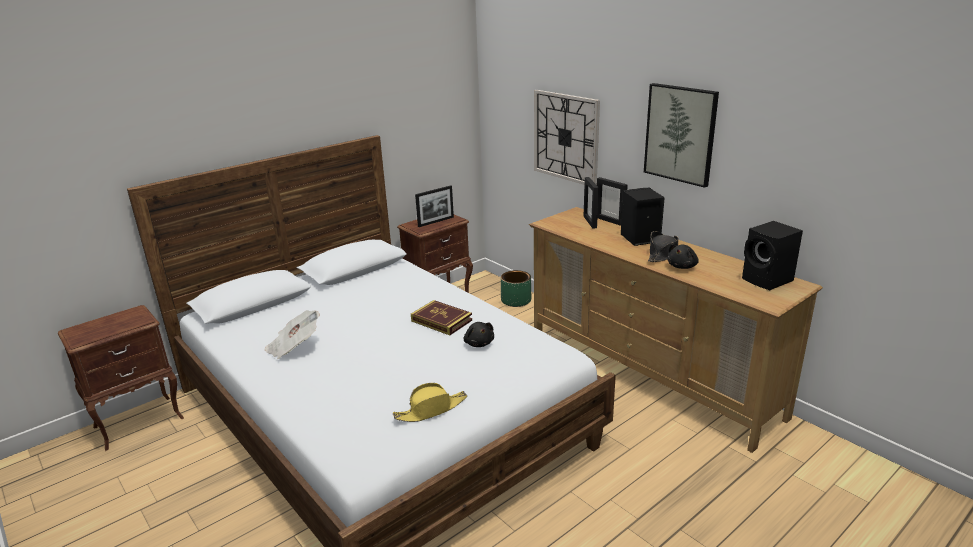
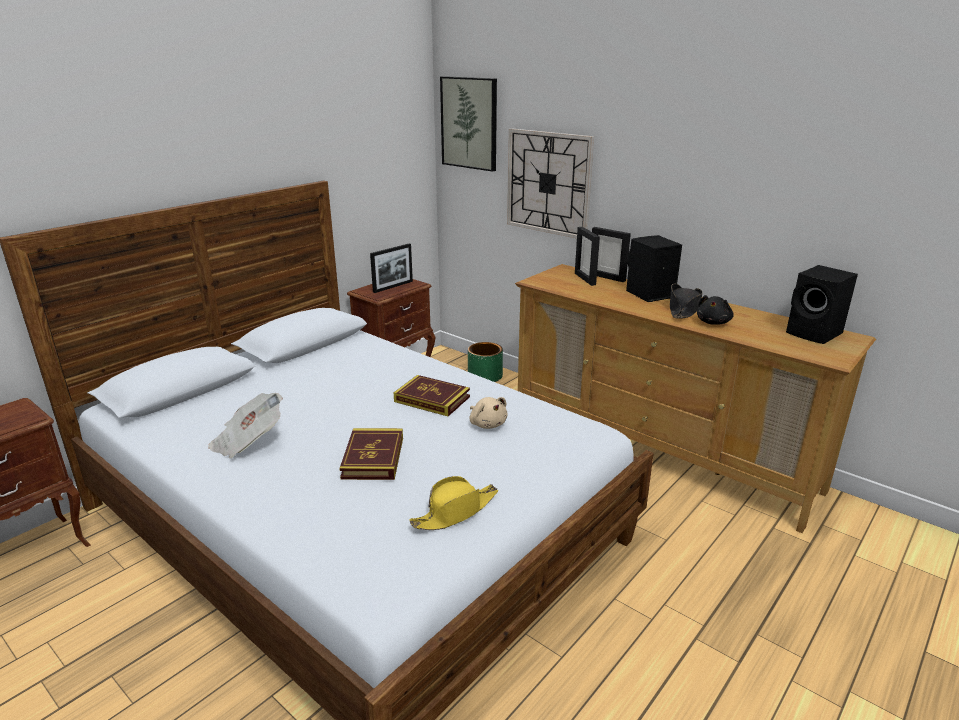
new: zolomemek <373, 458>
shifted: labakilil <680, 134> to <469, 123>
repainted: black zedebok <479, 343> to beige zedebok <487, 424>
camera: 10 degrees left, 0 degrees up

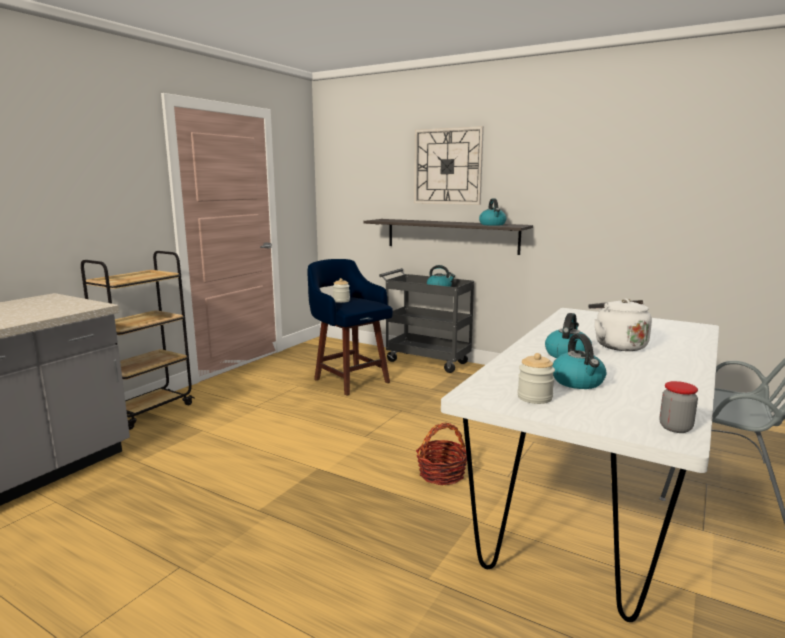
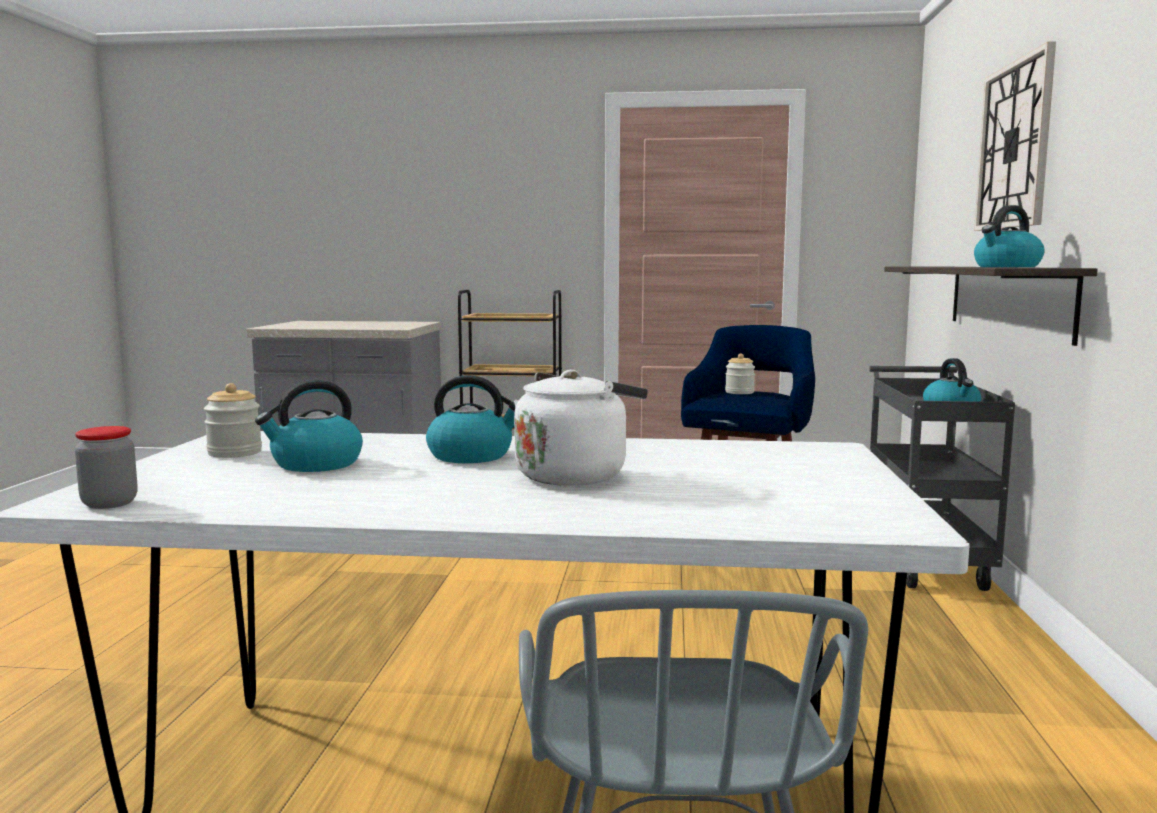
gone: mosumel <441, 474>
camera: 65 degrees right, 5 degrees down

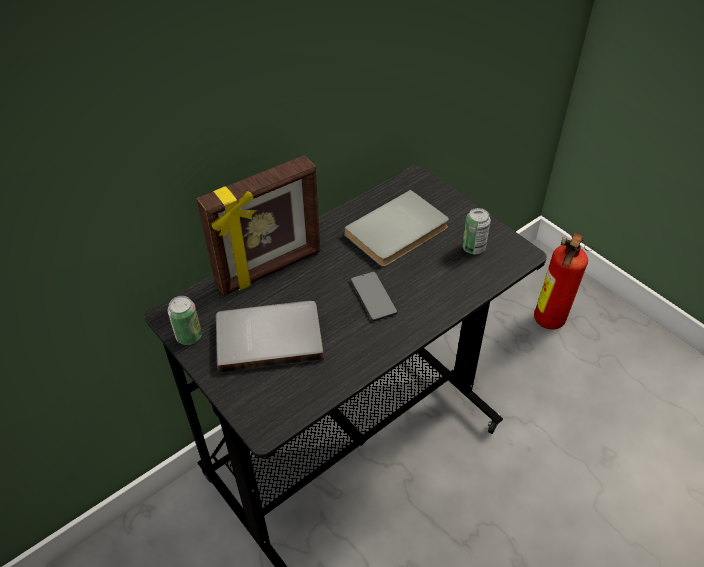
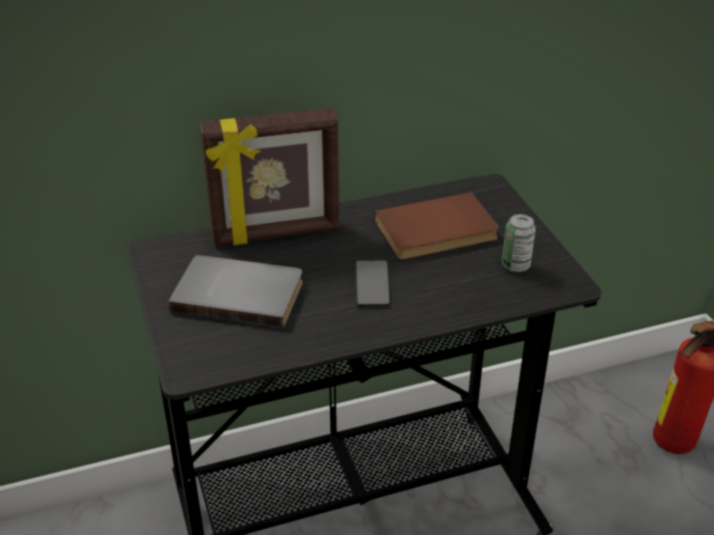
gone: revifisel <189, 336>
repainted: grey zolomemek <399, 232> to brown zolomemek <437, 232>
camera: 20 degrees right, 10 degrees down

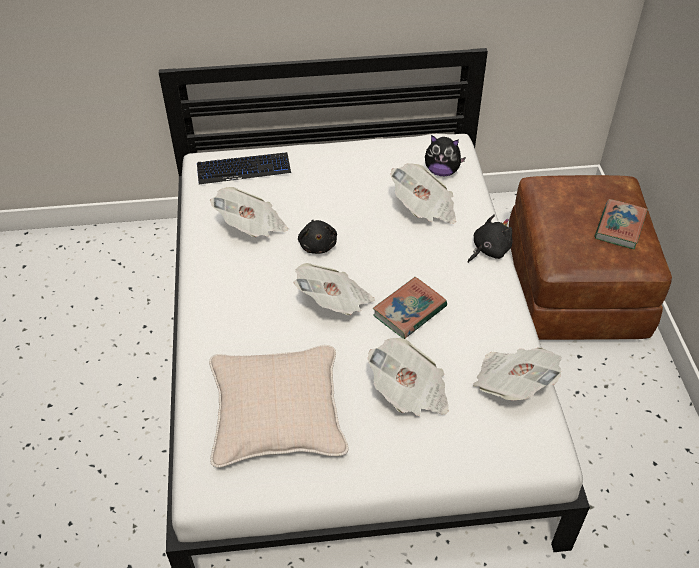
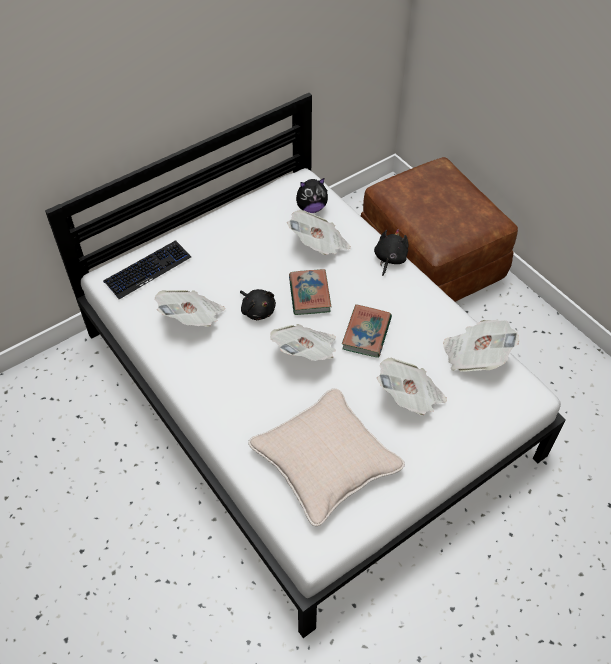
shifted: zolomemek <619, 227> to <309, 294>
camera: 30 degrees left, 5 degrees up

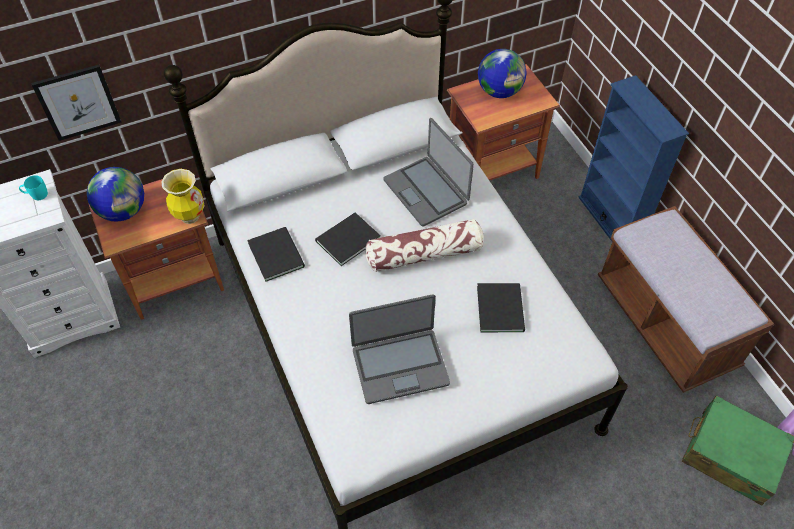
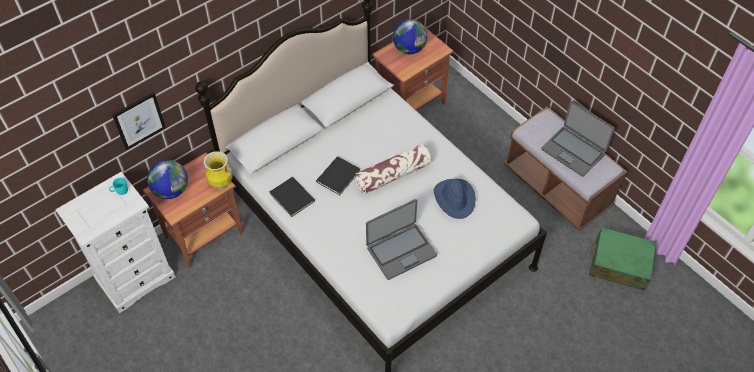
gone: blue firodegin <610, 220>
shifted: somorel <426, 191> to <573, 151>
swapped: black zolomemek <501, 307> to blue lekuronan <455, 199>
camera: 15 degrees left, 0 degrees up

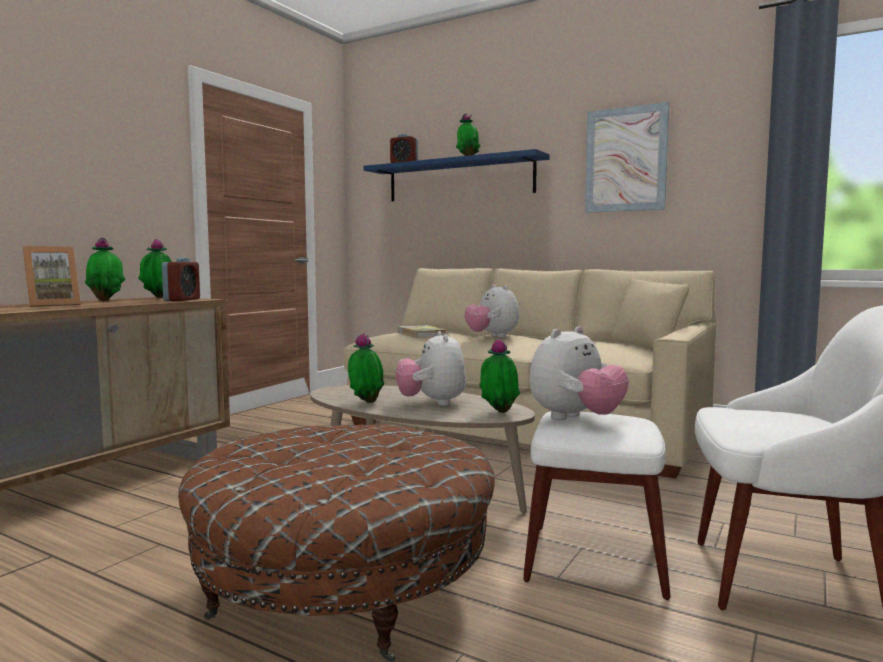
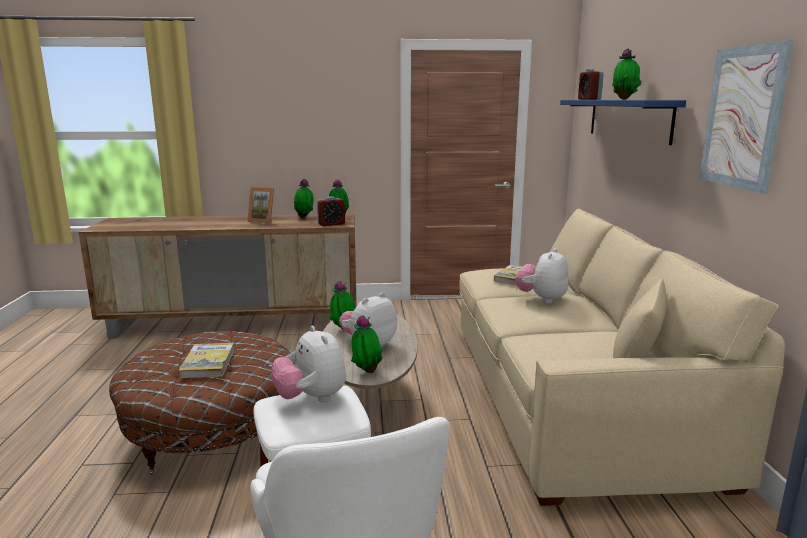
new: zolomemek <208, 363>
rotated: zedebok <575, 419> = <311, 398> 45 degrees clockwise
camera: 55 degrees right, 10 degrees up

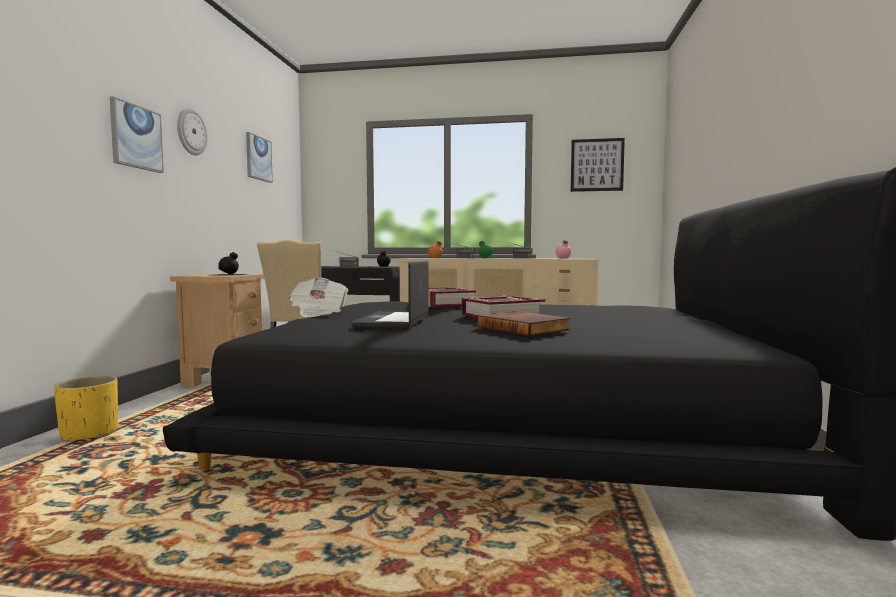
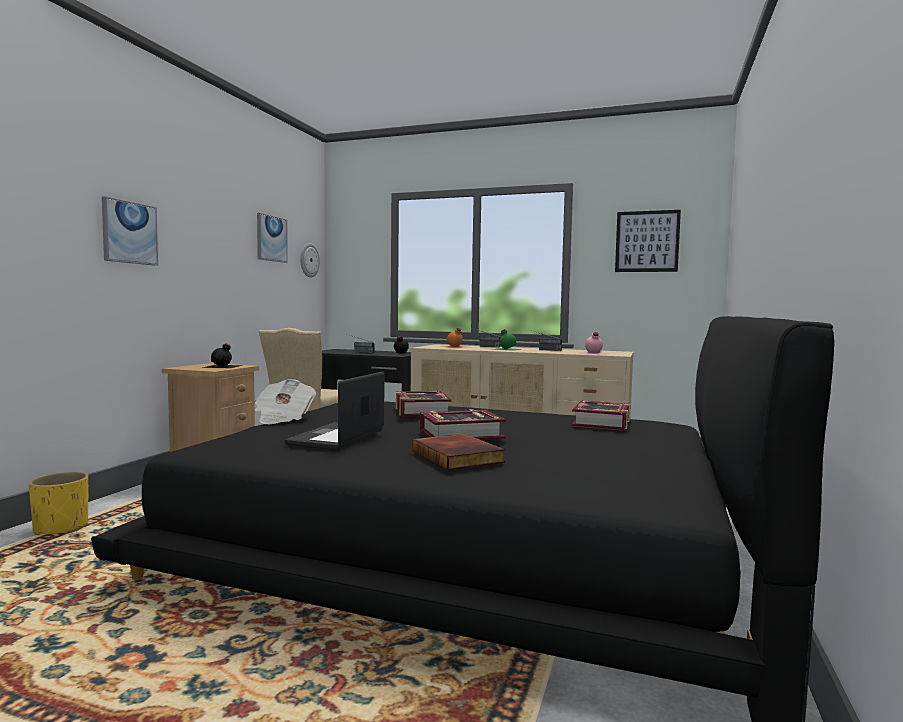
new: zolomemek <602, 423>
shifted: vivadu <191, 132> to <309, 260>
camera: 10 degrees right, 0 degrees up

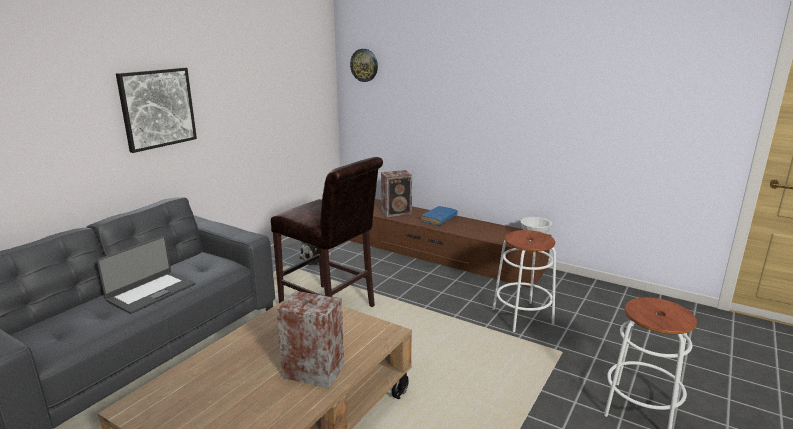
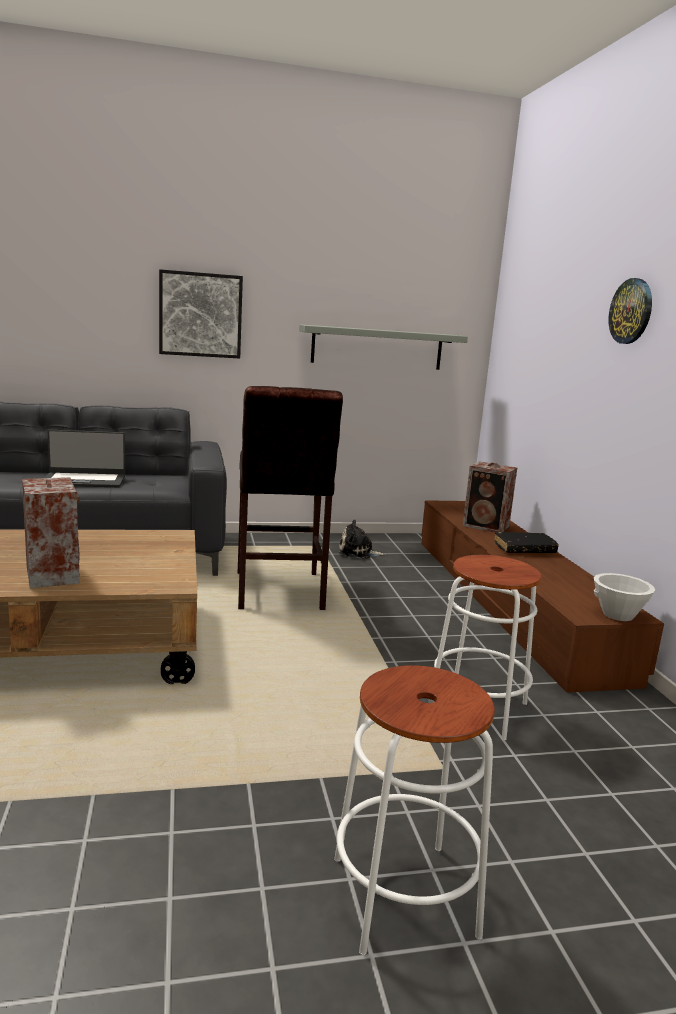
new: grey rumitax <377, 348>
shifted: vivadu <364, 65> to <631, 311>
repainted: blue zolomemek <439, 219> to black zolomemek <524, 549>
camera: 45 degrees right, 5 degrees down

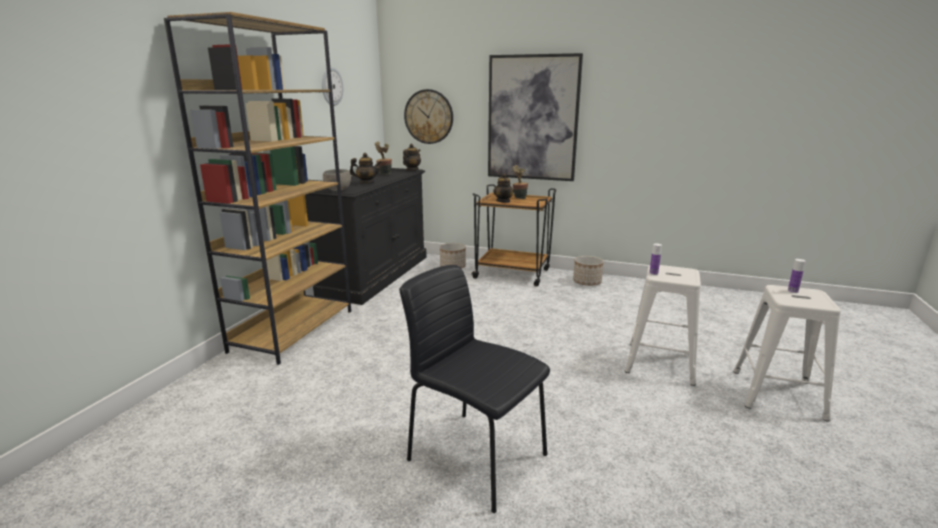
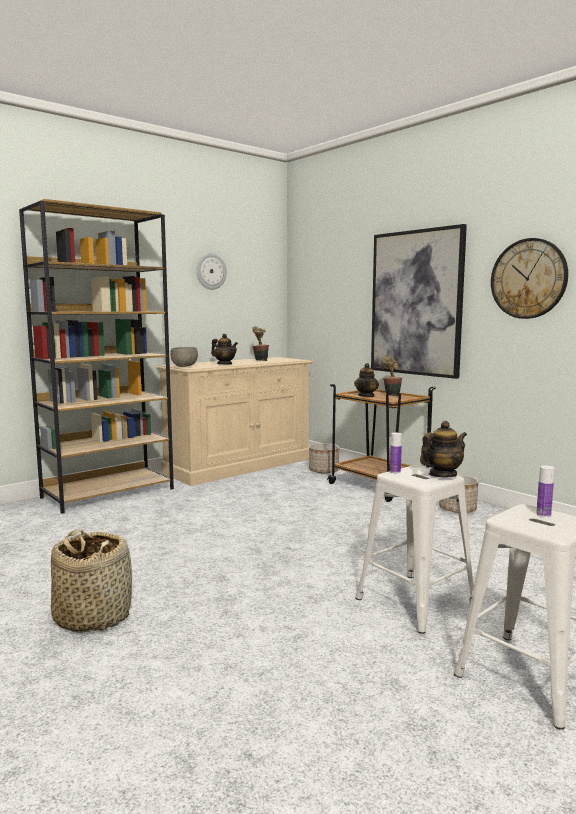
shifted: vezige <412, 170> to <442, 475>; vivadu <429, 116> to <528, 279>
swapped: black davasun <472, 455> to mosumel <93, 616>
repainted: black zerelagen <377, 275> to beige zerelagen <240, 465>
camera: 30 degrees right, 10 degrees down

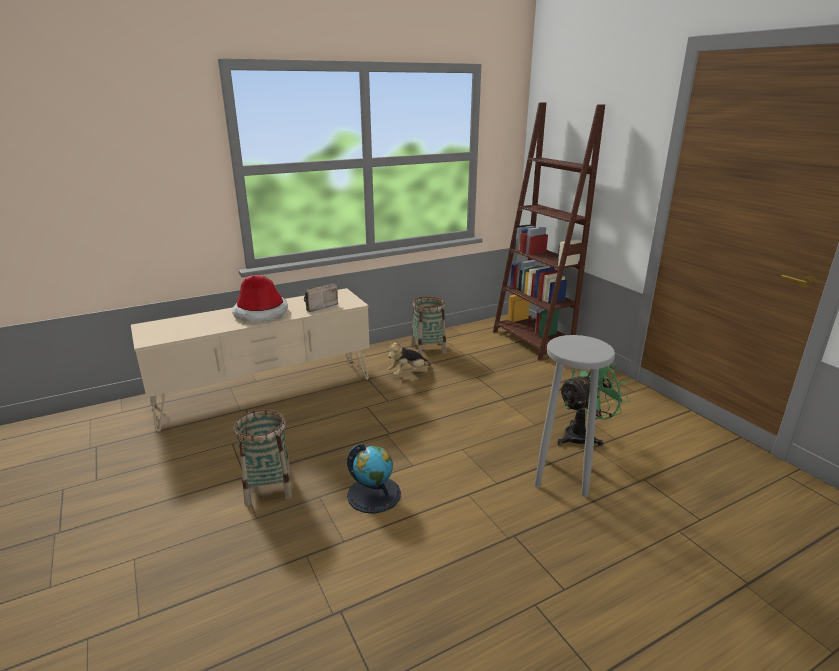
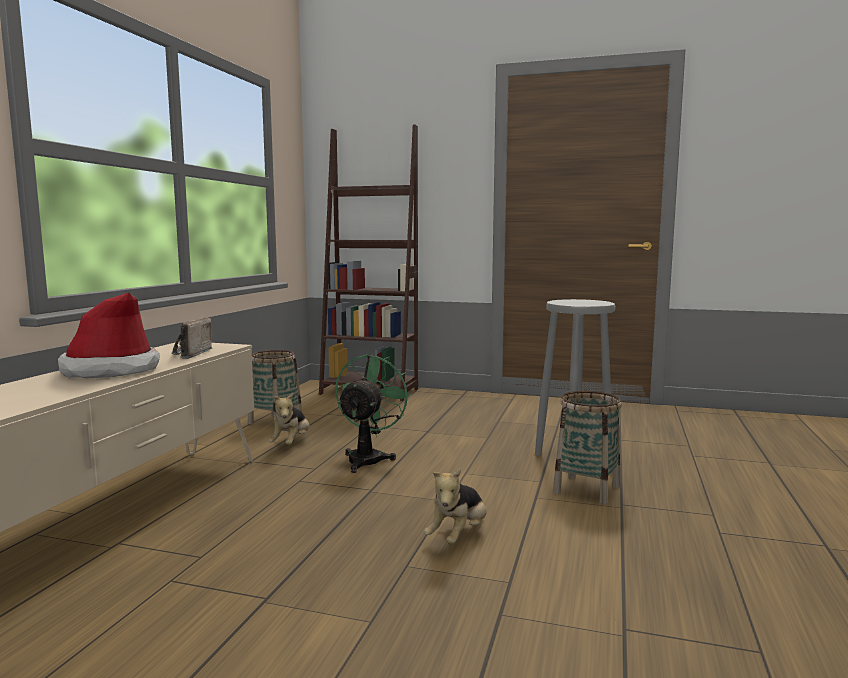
shifted: mosumel <268, 487> to <586, 489>; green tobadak <583, 435> to <368, 458>
swapped: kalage <374, 494> to zedebok <458, 536>
camera: 45 degrees left, 15 degrees down

